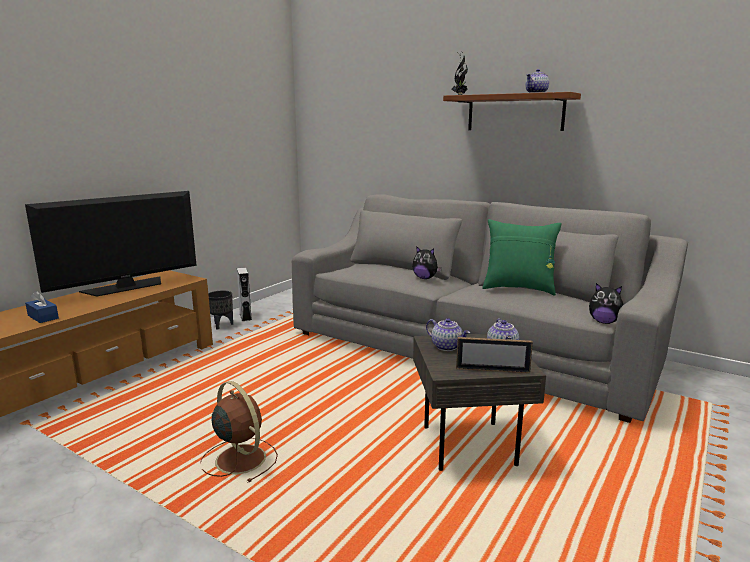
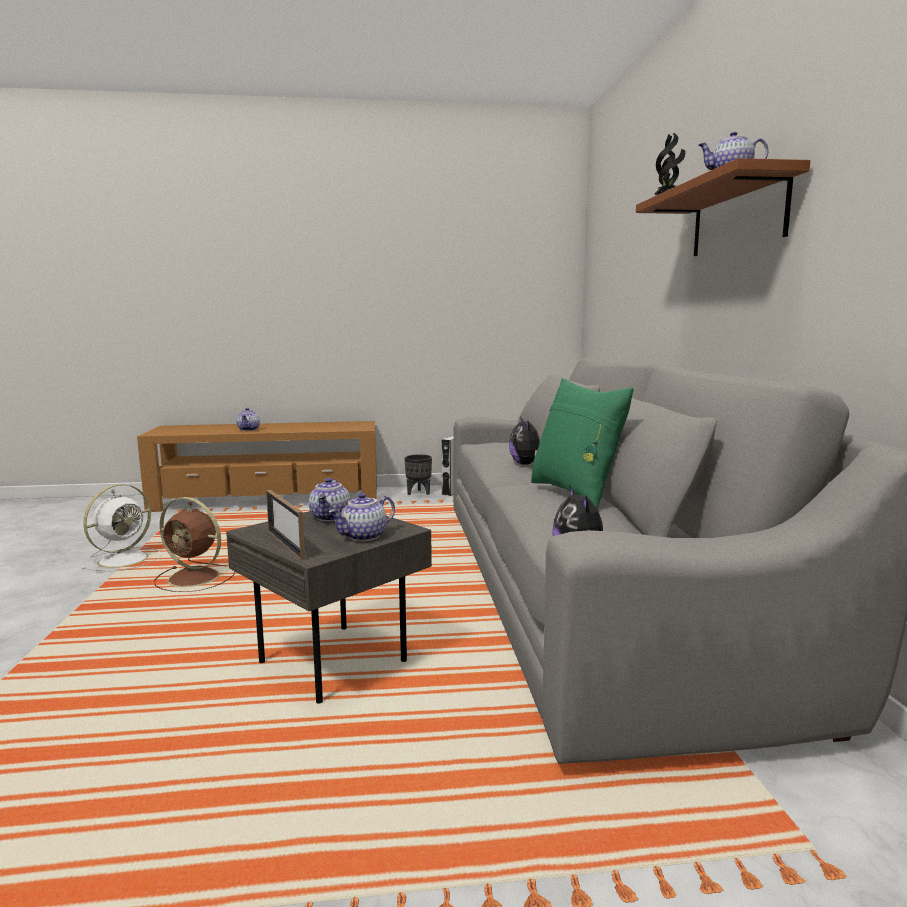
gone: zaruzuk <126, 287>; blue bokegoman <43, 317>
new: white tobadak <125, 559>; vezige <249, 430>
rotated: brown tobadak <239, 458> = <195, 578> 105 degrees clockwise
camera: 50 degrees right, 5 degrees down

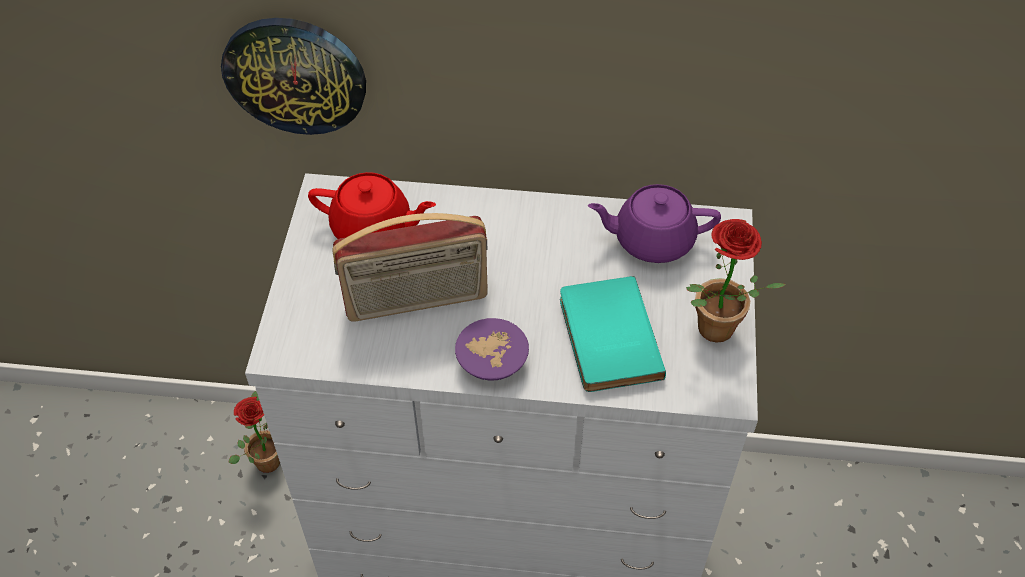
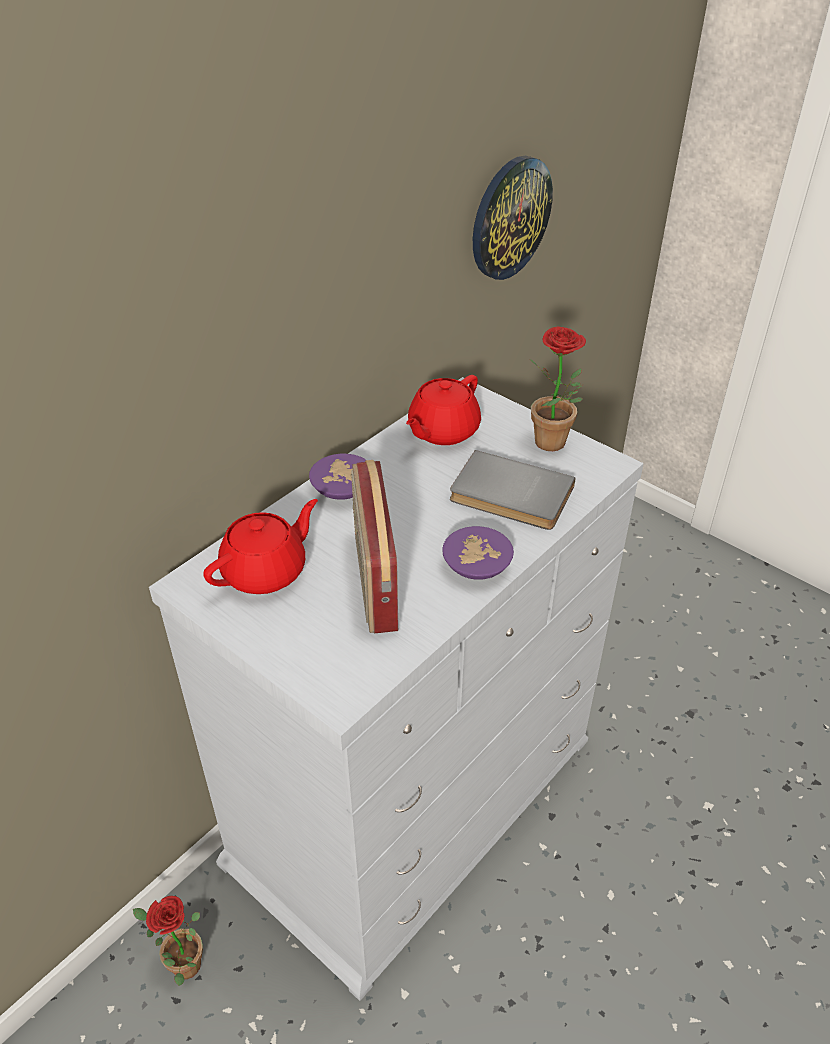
new: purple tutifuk <342, 487>
shifted: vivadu <295, 75> to <509, 218>
repainted: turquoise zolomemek <605, 337> to grey zolomemek <510, 496>; purple vezige <652, 239> to red vezige <442, 431>
rotated: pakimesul <416, 301> = <374, 581> 150 degrees clockwise
camera: 55 degrees left, 10 degrees down

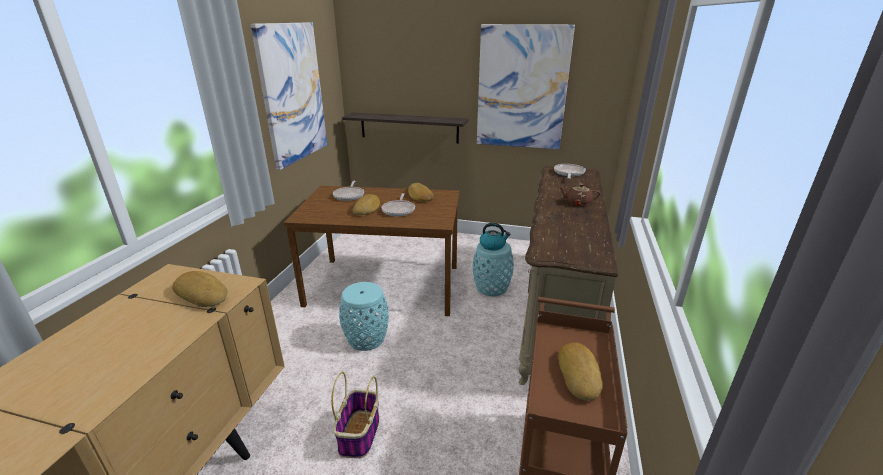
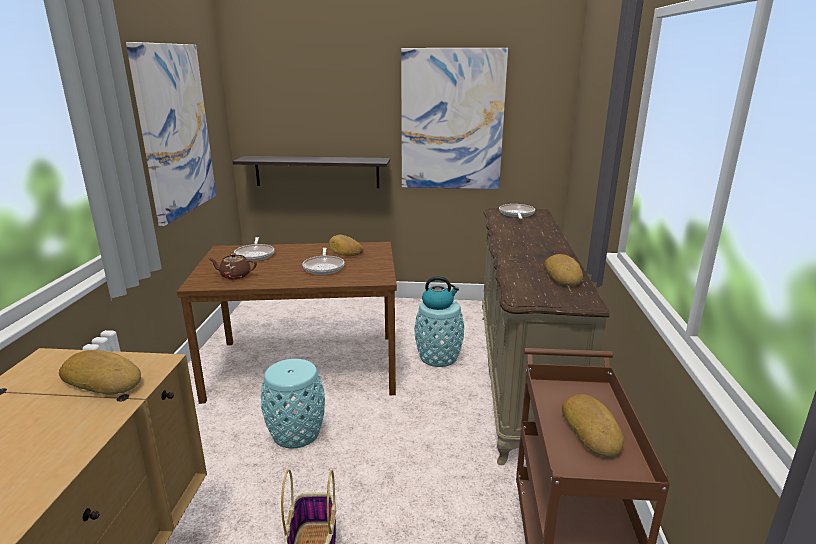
shifted: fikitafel <367, 208> to <564, 275>; brown vezige <577, 202> to <234, 275>
camera: 10 degrees left, 5 degrees down

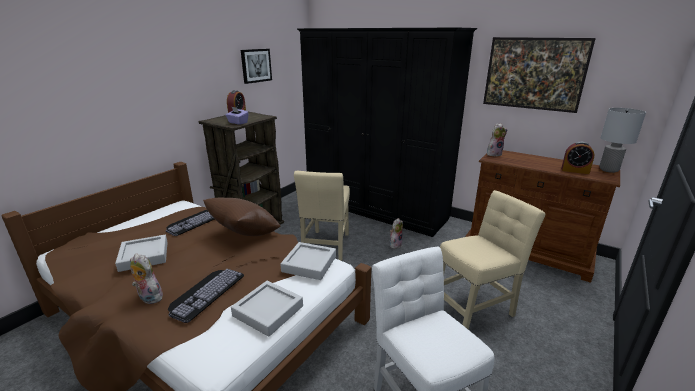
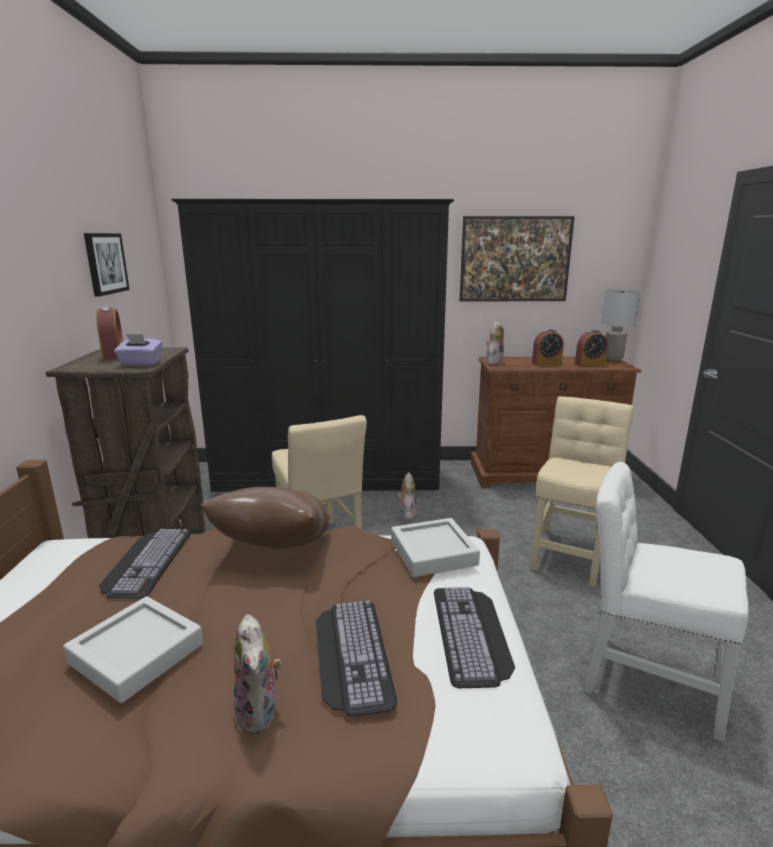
new: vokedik <546, 363>
swapped: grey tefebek <268, 311> to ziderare <473, 634>
rotated: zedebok <148, 298> = <260, 712> 105 degrees counterclockwise
camera: 35 degrees left, 5 degrees down

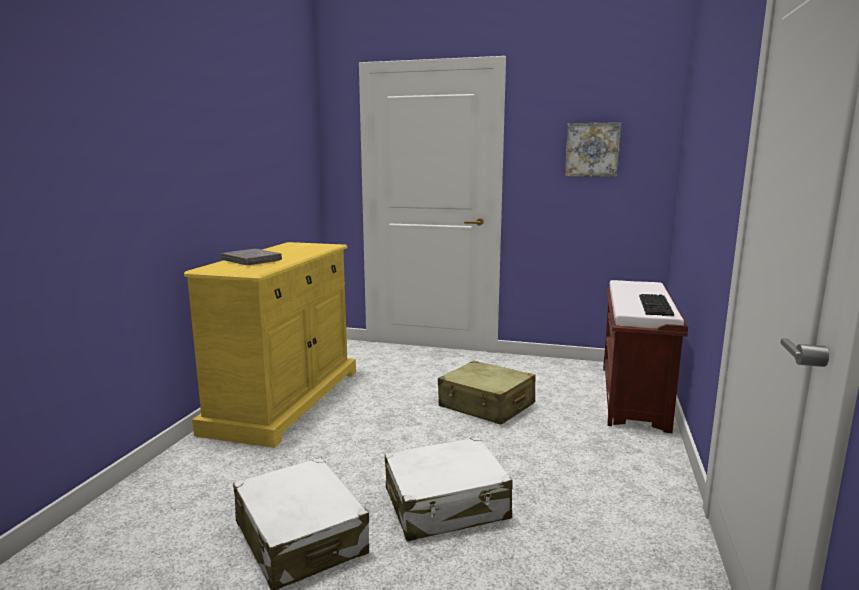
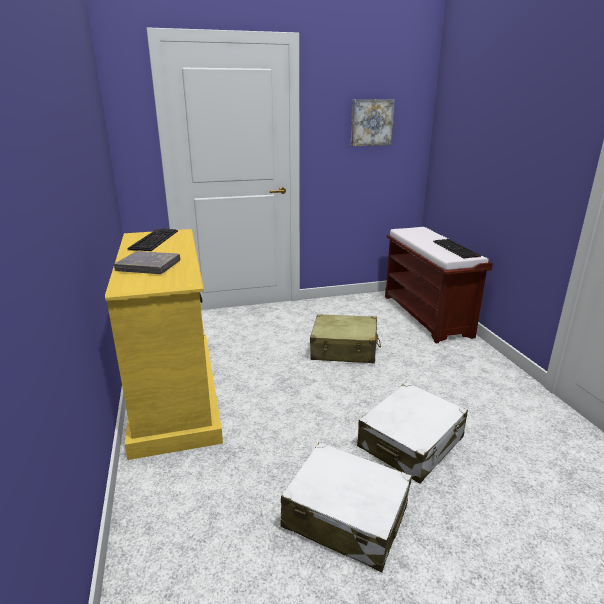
new: ziderare <153, 240>
camera: 30 degrees left, 10 degrees up

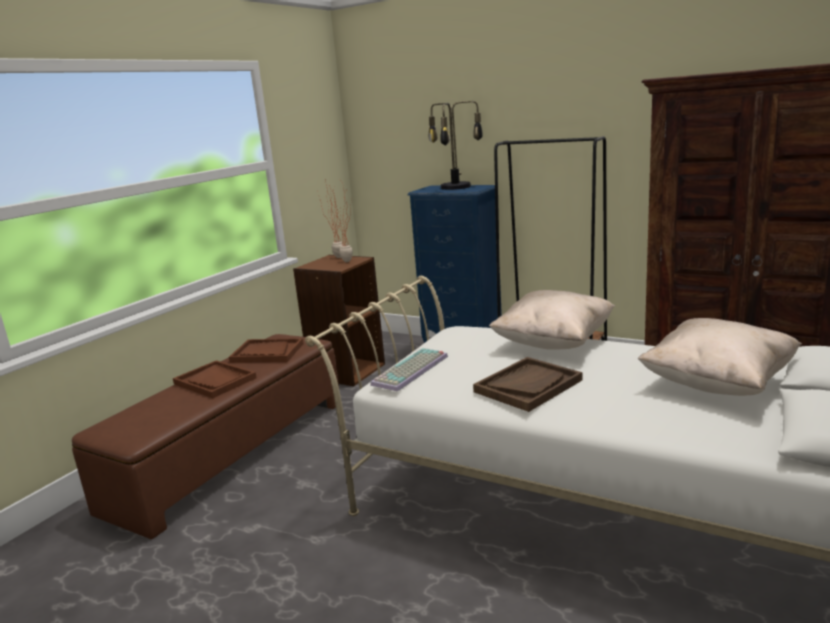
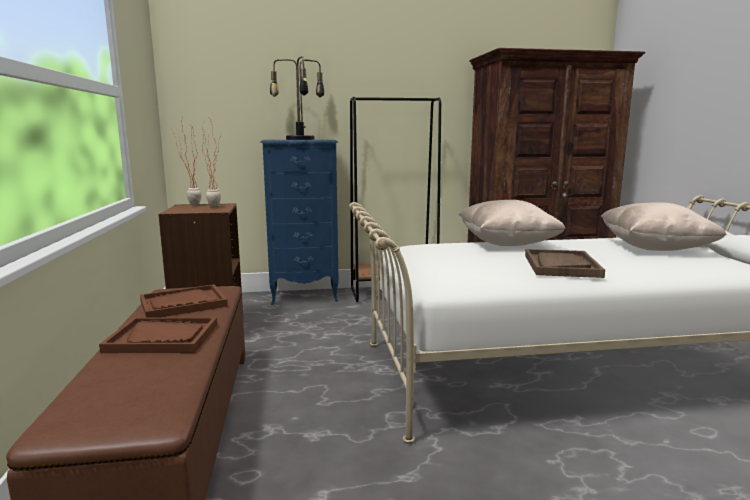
gone: ziderare <411, 371>
camera: 40 degrees left, 5 degrees down

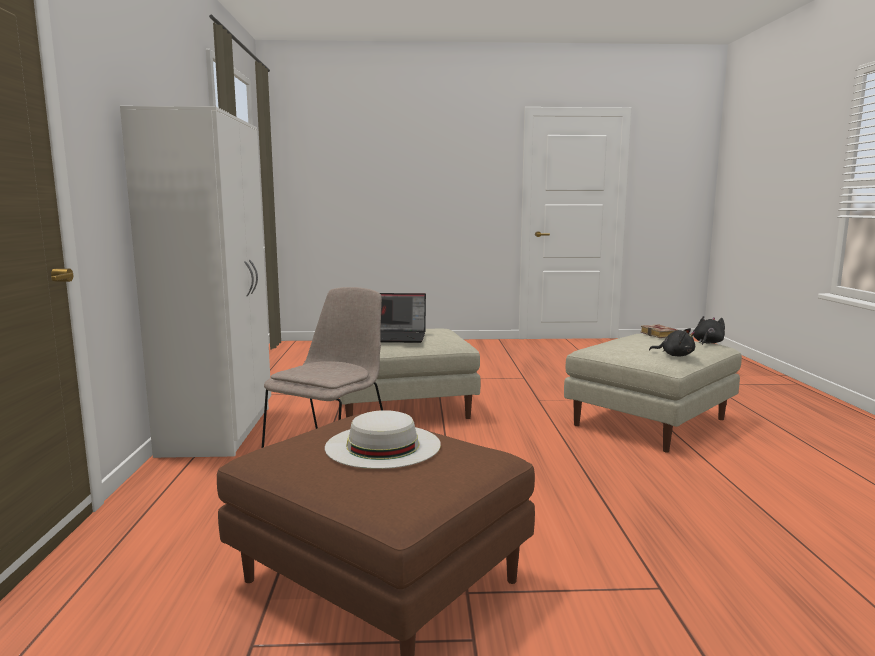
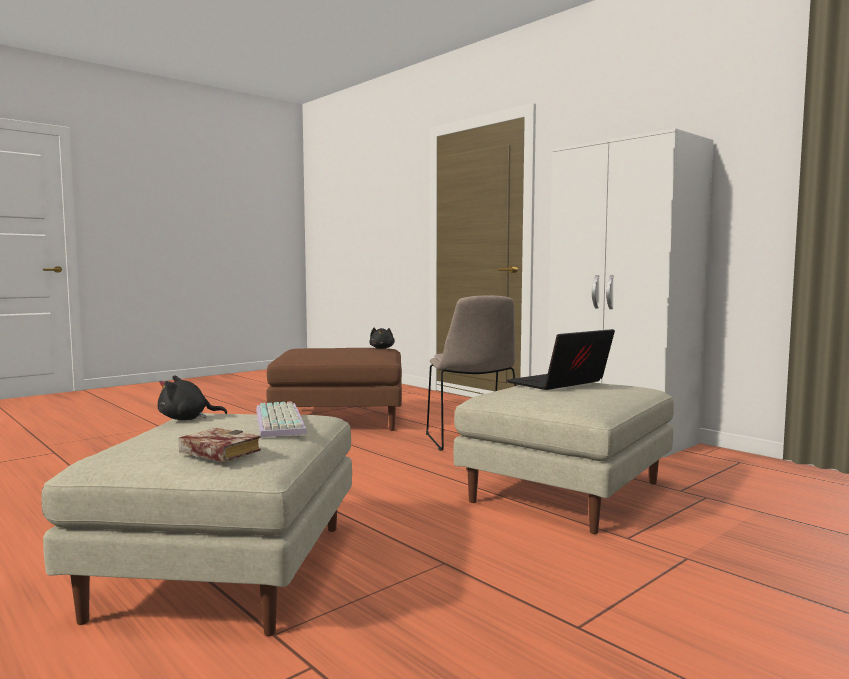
gone: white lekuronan <383, 445>
new: ziderare <282, 421>
shifted: black zedebok <707, 343> to <382, 348>
camera: 140 degrees right, 5 degrees down

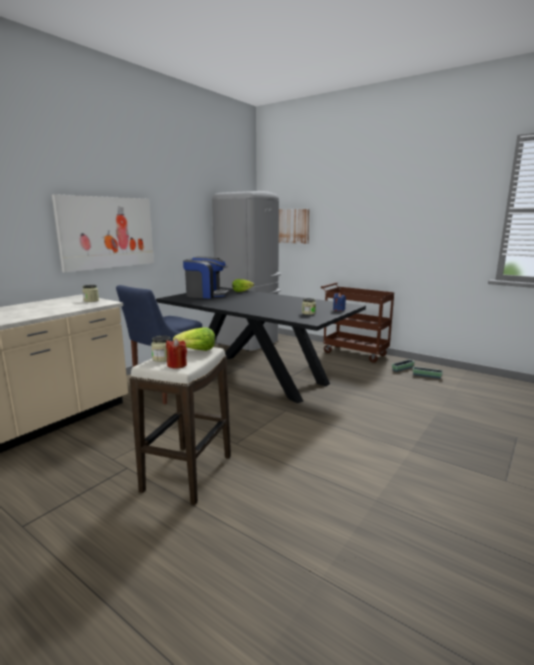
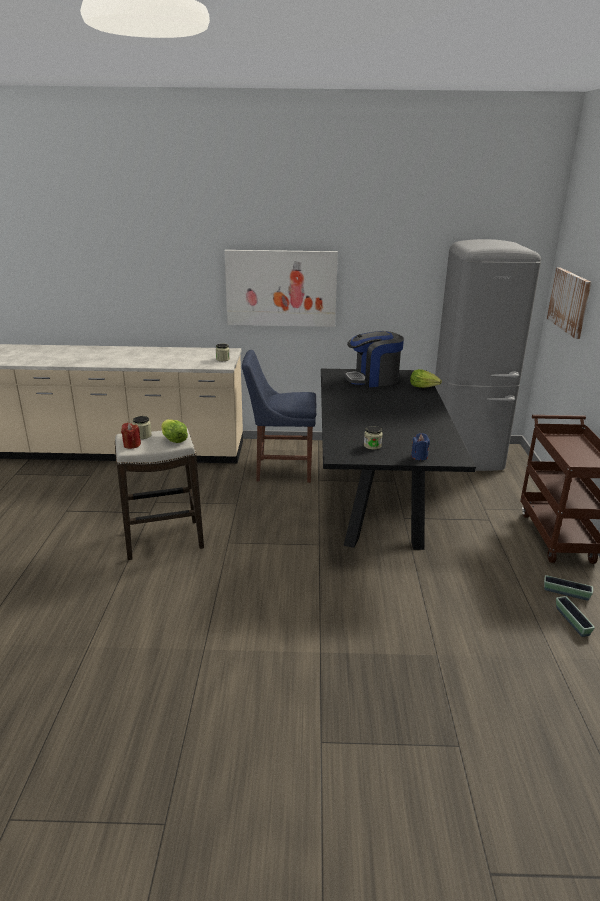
rotated: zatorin <206, 295> = <373, 379> 105 degrees clockwise
camera: 55 degrees right, 10 degrees up

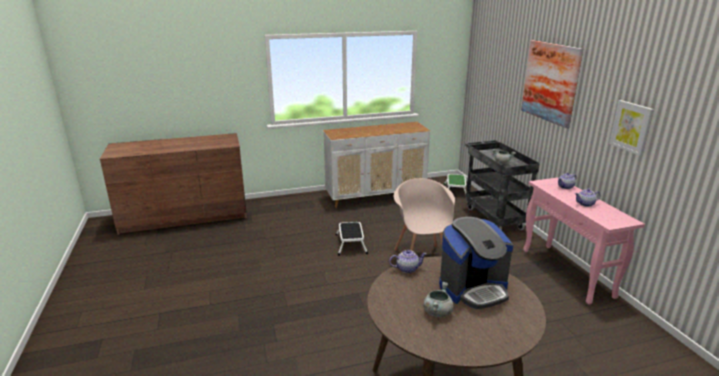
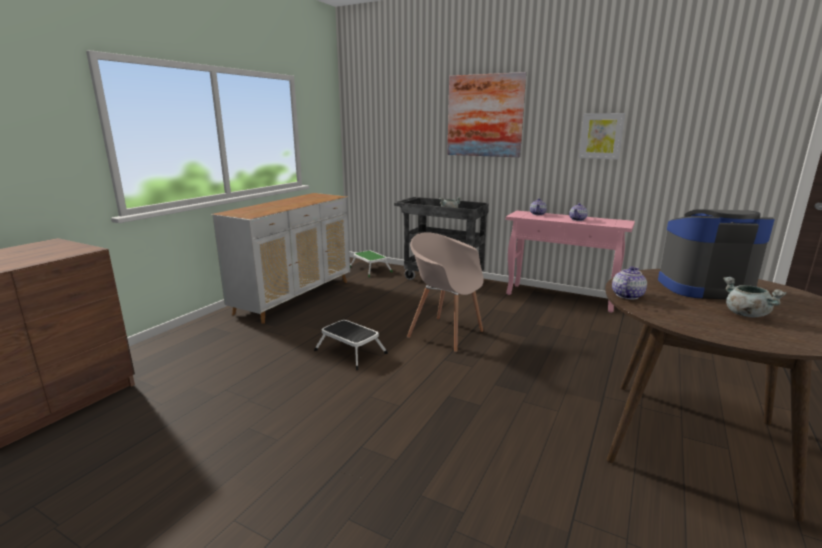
rotated: zatorin <473, 289> = <703, 287> 105 degrees counterclockwise
camera: 45 degrees left, 5 degrees down

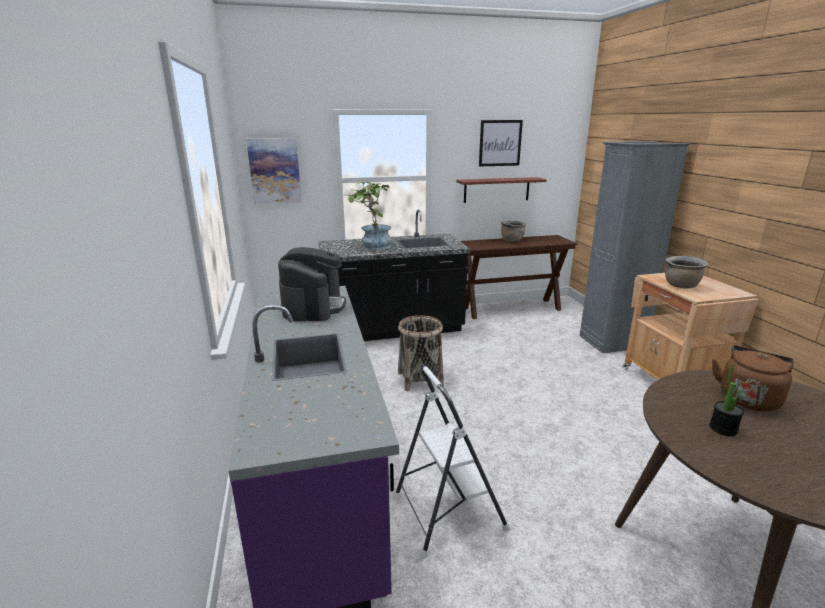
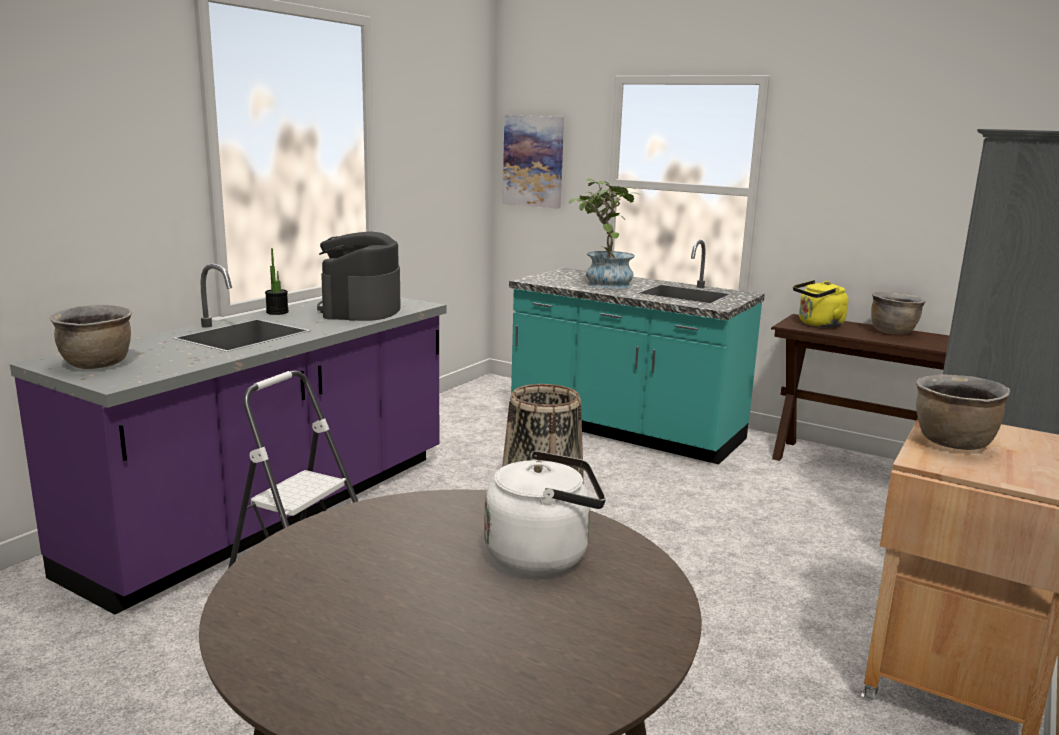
gone: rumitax <496, 190>; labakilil <500, 143>
new: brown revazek <98, 365>; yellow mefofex <818, 324>
shifted: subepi <723, 429> to <277, 312>
repainted: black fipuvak <393, 330> to turquoise fipuvak <625, 430>; brown mefofex <748, 398> to white mefofex <543, 555>
rotated: zatorin <313, 306> = <361, 310> 135 degrees clockwise
camera: 45 degrees right, 5 degrees down

